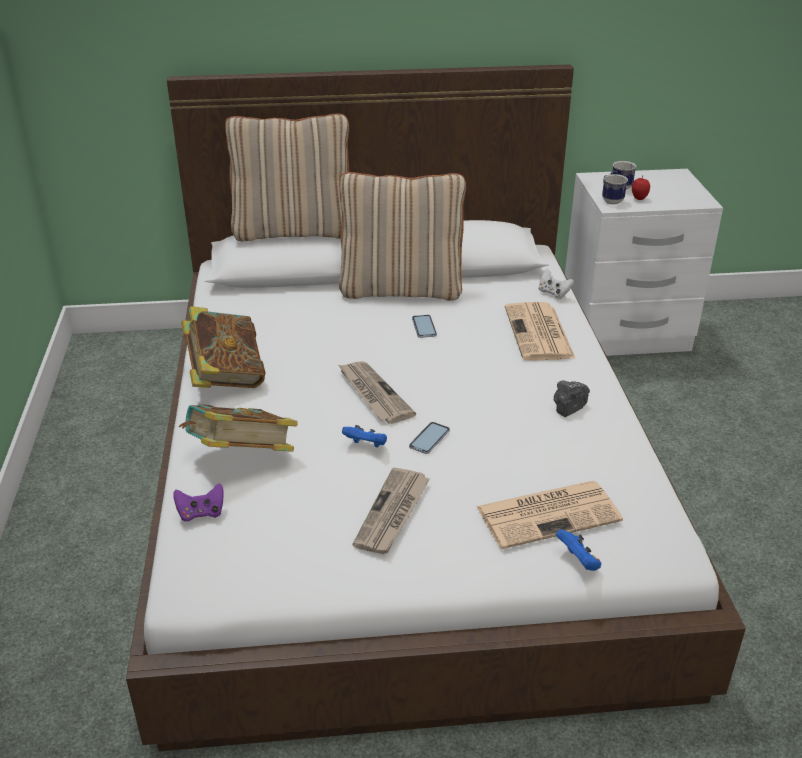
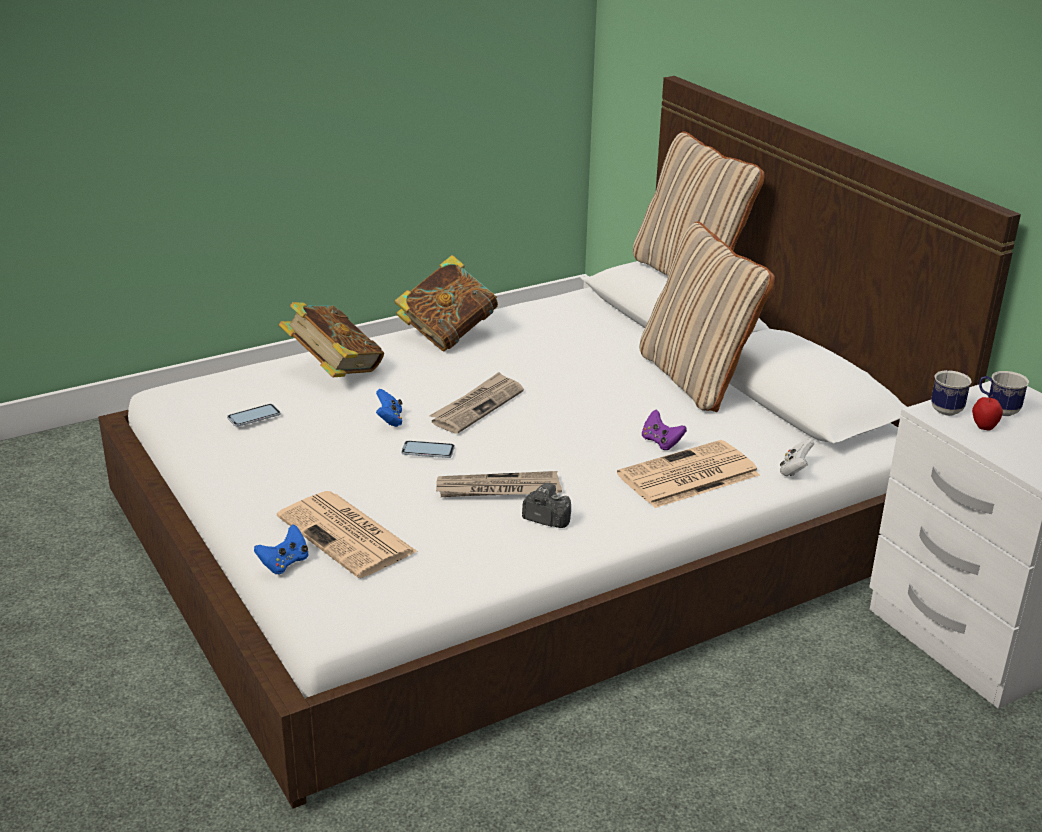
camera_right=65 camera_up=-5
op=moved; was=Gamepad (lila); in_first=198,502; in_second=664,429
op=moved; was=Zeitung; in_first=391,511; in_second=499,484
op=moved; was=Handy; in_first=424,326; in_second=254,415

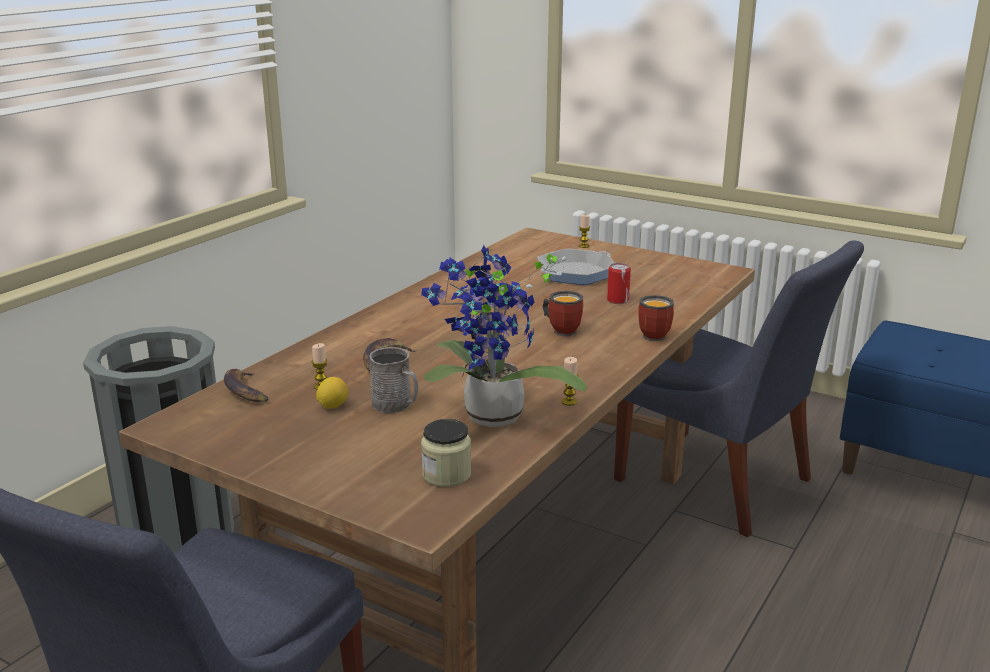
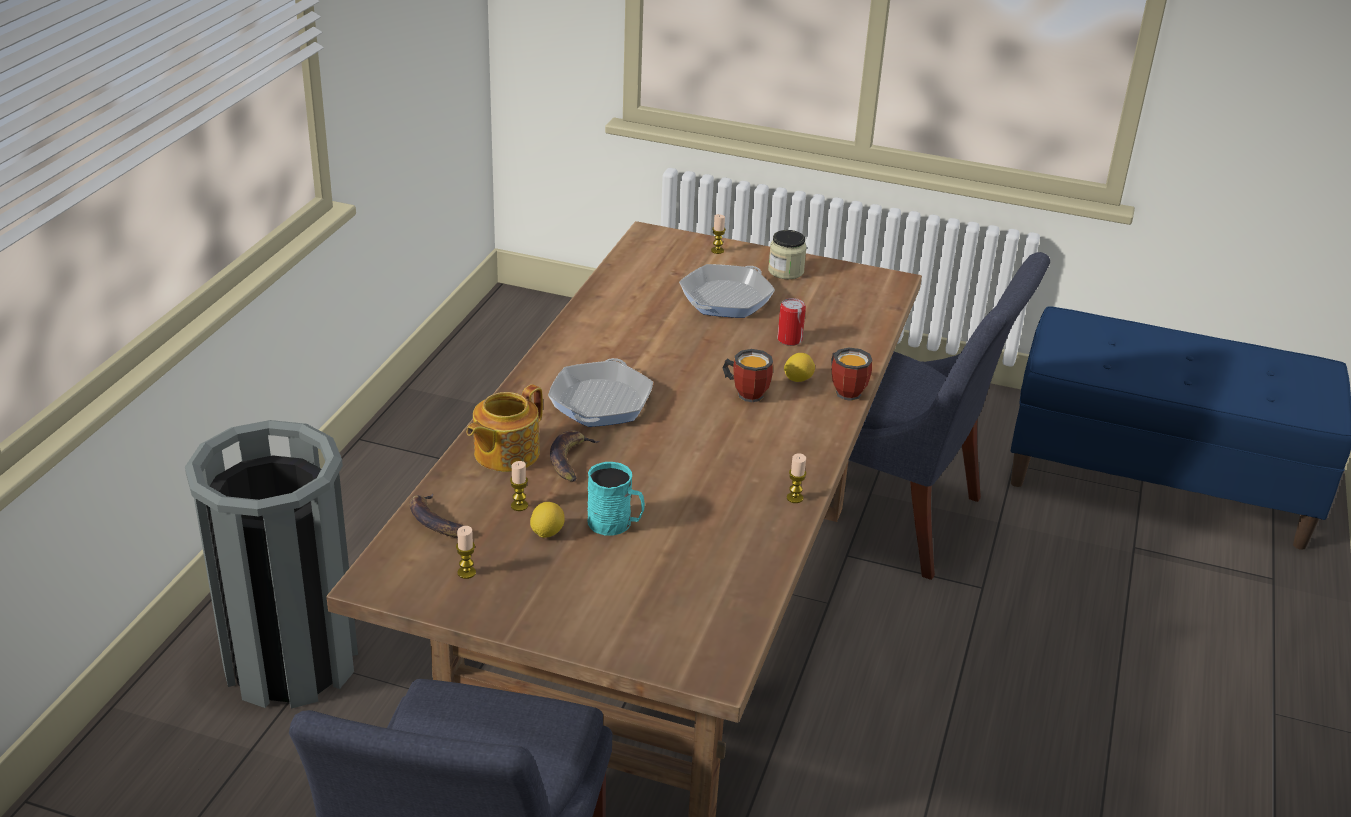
camera_right=-15 camera_up=10
op=removed; was=Topfpflanze; in_first=504,336
op=added; now=Kerze; in_second=466,552
op=added; now=Teekanne; in_second=505,428
op=added; now=Pfanne; in_second=600,392
op=added; now=Zitrone; in_second=799,367
op=moved; was=Vorratsglas; in_first=446,453; in_second=787,254
op=recoloured; was=Henkelbecher (grau); now=Henkelbecher (türkis); in_first=394,380; in_second=616,499

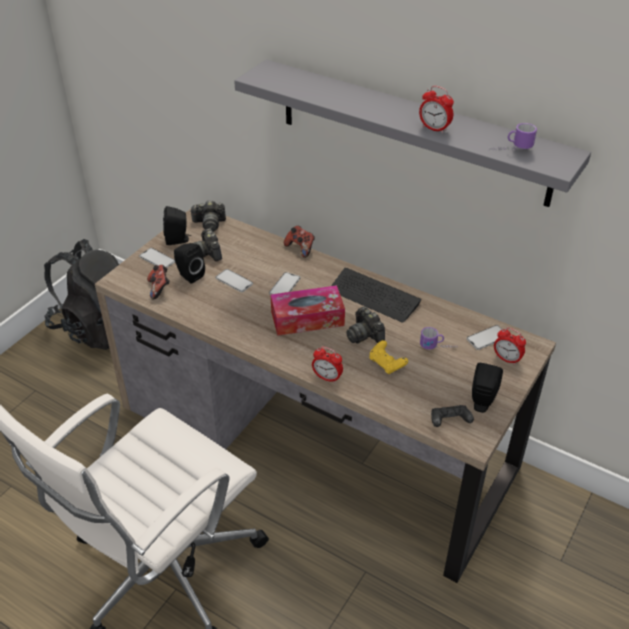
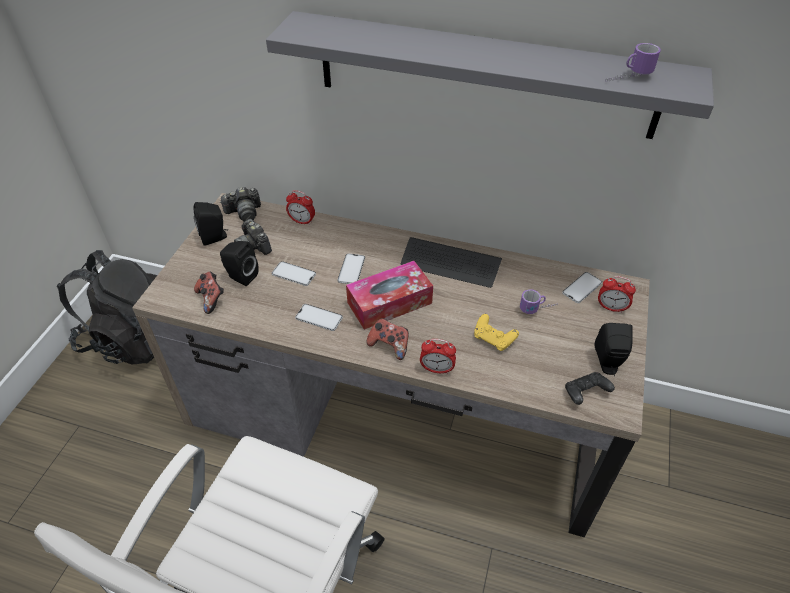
camera_right=-15 camera_up=5
op=removed; was=Kamera; in_first=365,324
op=moved; was=Handy; in_first=157,258; in_second=319,317
op=moved; was=Gamepad; in_first=299,242; in_second=387,339
op=moved; was=Wecker; in_first=436,110; in_second=300,207

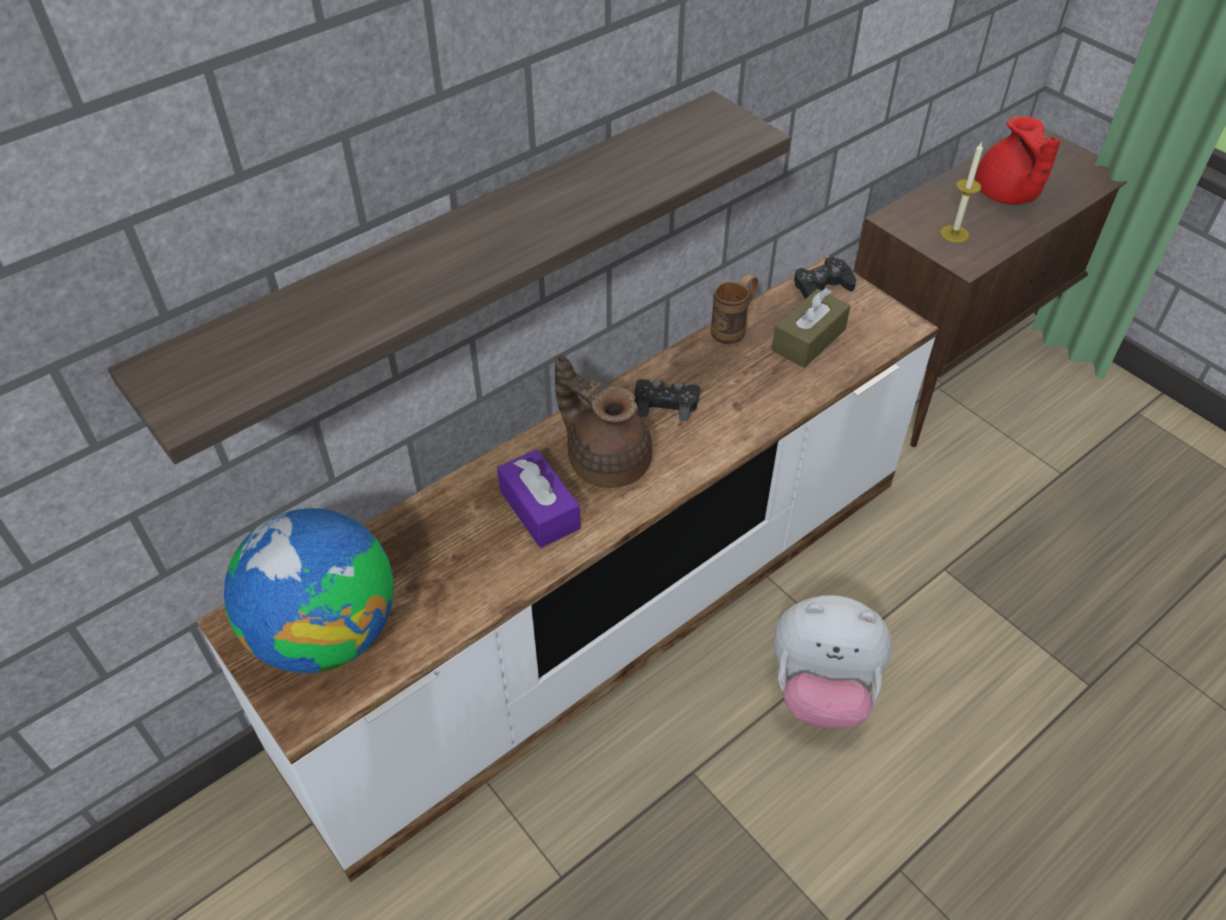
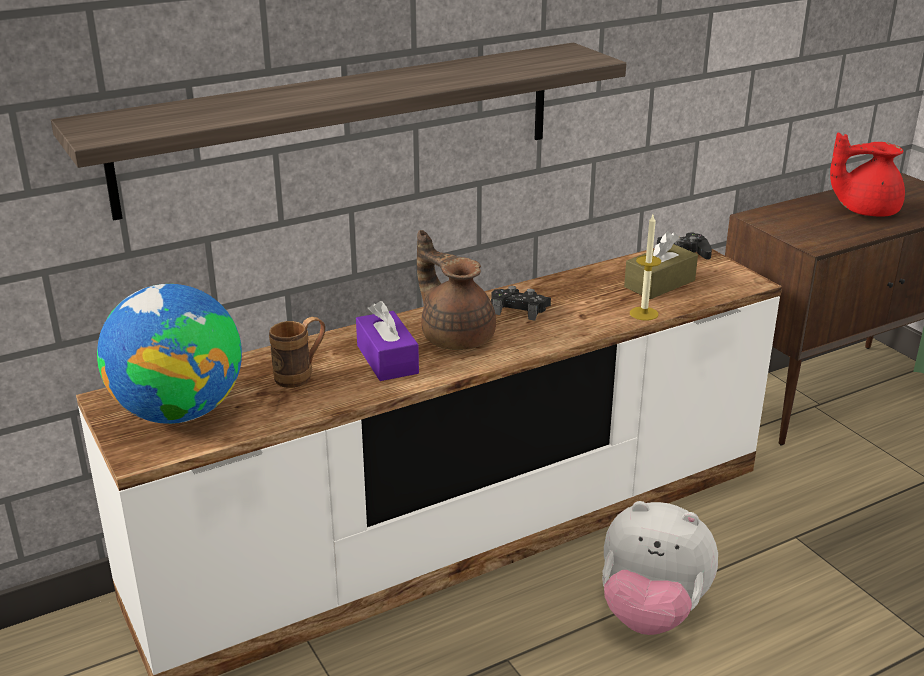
camera_right=10 camera_up=-20
op=moved; was=Henkelbecher (braun); in_first=734,309; in_second=297,352
op=moved; was=Kerze; in_first=961,192; in_second=645,268
op=turned; was=Teekanne (rot); in_first=1017,160; in_second=867,174; clockwise=90

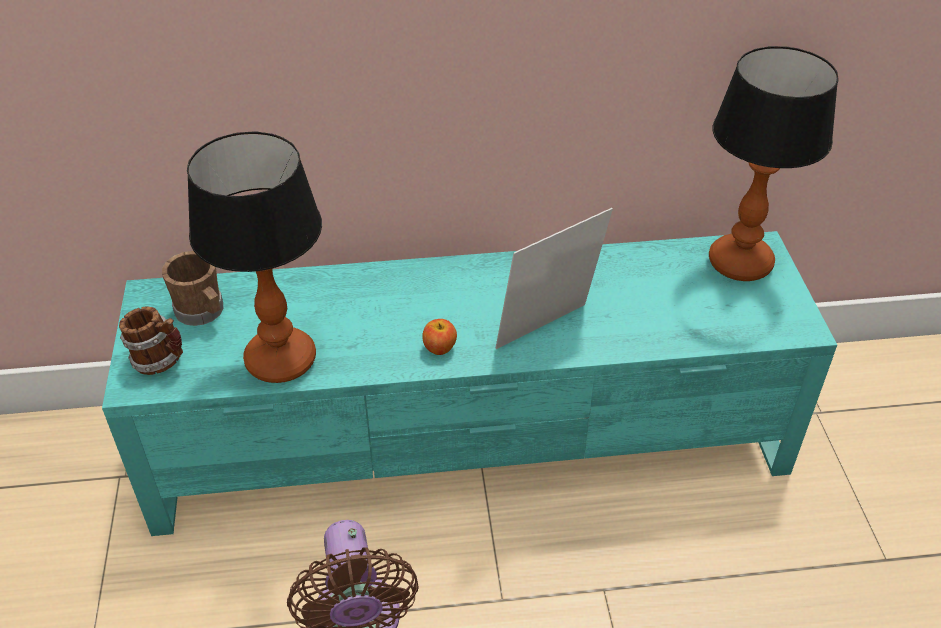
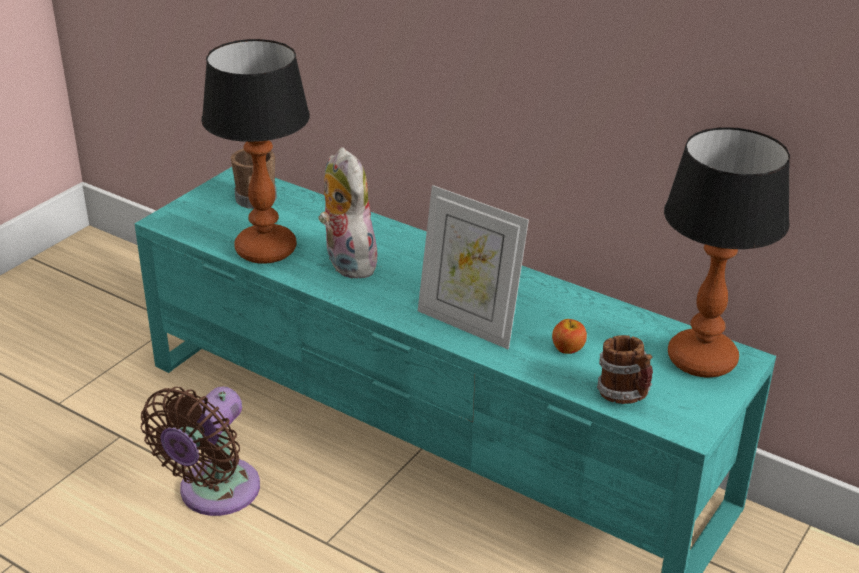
camera_right=40 camera_up=-10
op=added; now=Plüschtier; in_second=347,213
op=moved; was=Henkelbecher; in_first=151,340; in_second=625,369
op=moved; was=Apfel; in_first=439,337; in_second=569,336
op=turned; was=Bilderrahmen; in_first=554,278; in_second=473,267; clockwise=-150

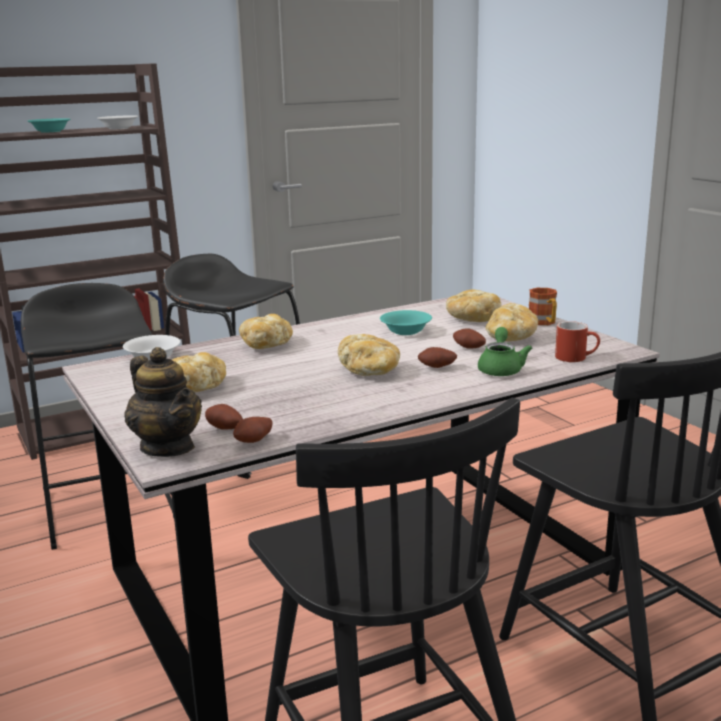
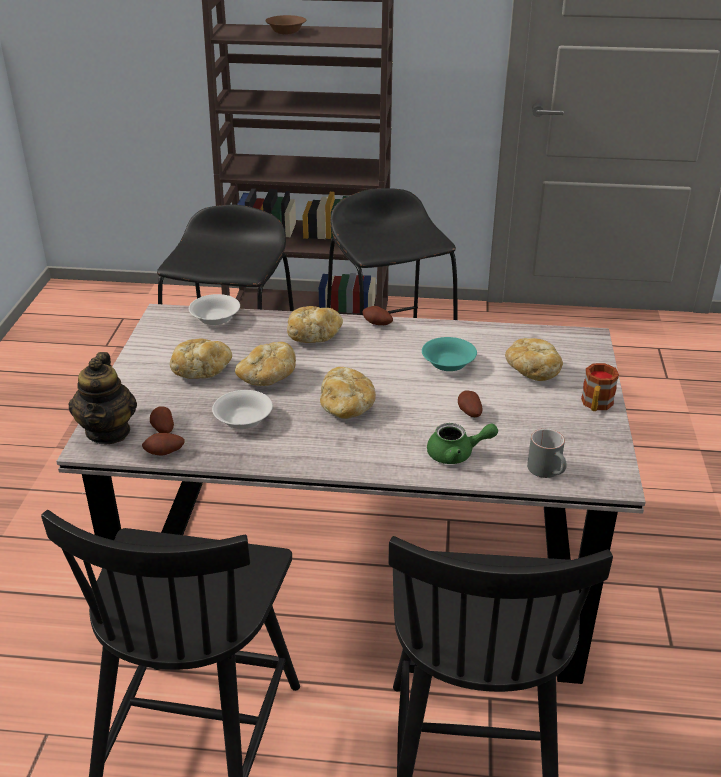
camera_right=35 camera_up=15
op=moved; was=Schüssel (weiß); in_first=117,122; in_second=242,409
op=moved; was=Kartoffel; in_first=437,357; in_second=378,315
op=moved; was=Brot; in_first=512,322; in_second=265,364
op=recoloured; was=Schüssel (türkis); now=Schüssel (braun); in_first=49,125; in_second=285,24
op=recoloured; was=Henkelbecher (rot); now=Henkelbecher (grau); in_first=577,341; in_second=547,453
op=turned; was=Teekanne (grün); in_first=505,351; in_second=462,443; clockwise=45

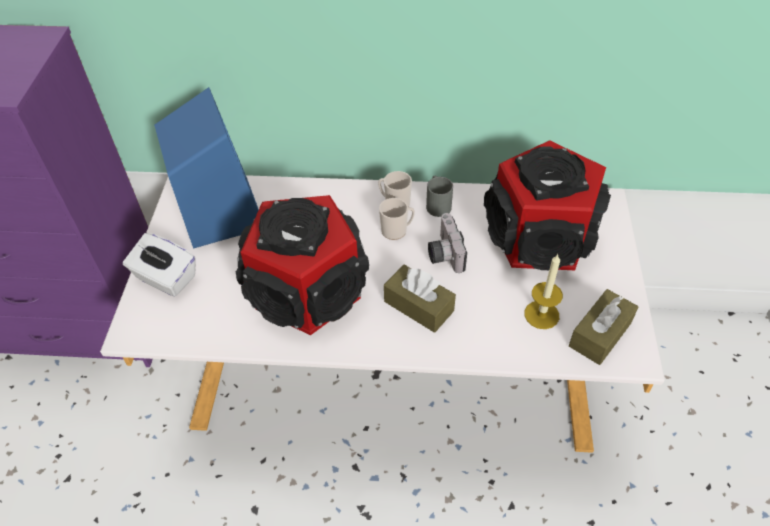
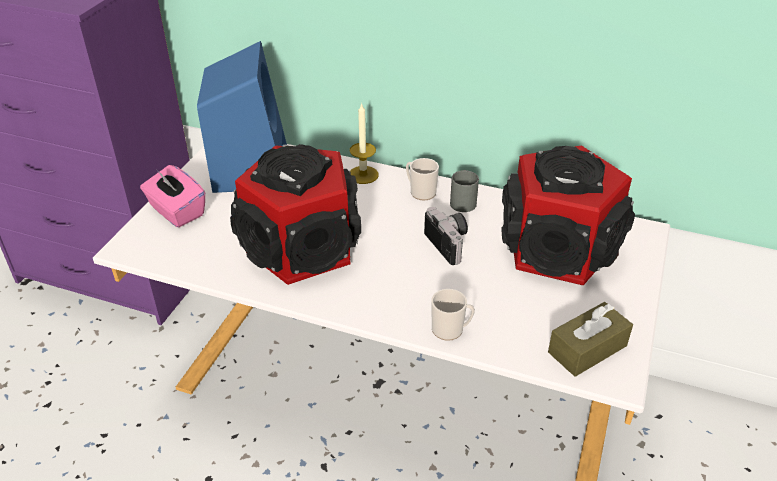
camera_right=15 camera_up=-10
op=removed; was=Taschentuchbox (braun); in_first=420,299
op=moved; was=Henkelbecher; in_first=397,219; in_second=453,315
op=moved; was=Kerze; in_first=543,291; in_second=364,143
op=recoloured; was=Taschentuchbox (weiß); now=Taschentuchbox (rosa); in_first=159,265; in_second=172,196
op=turned; was=Kamera; in_first=447,243; in_second=446,236; clockwise=150

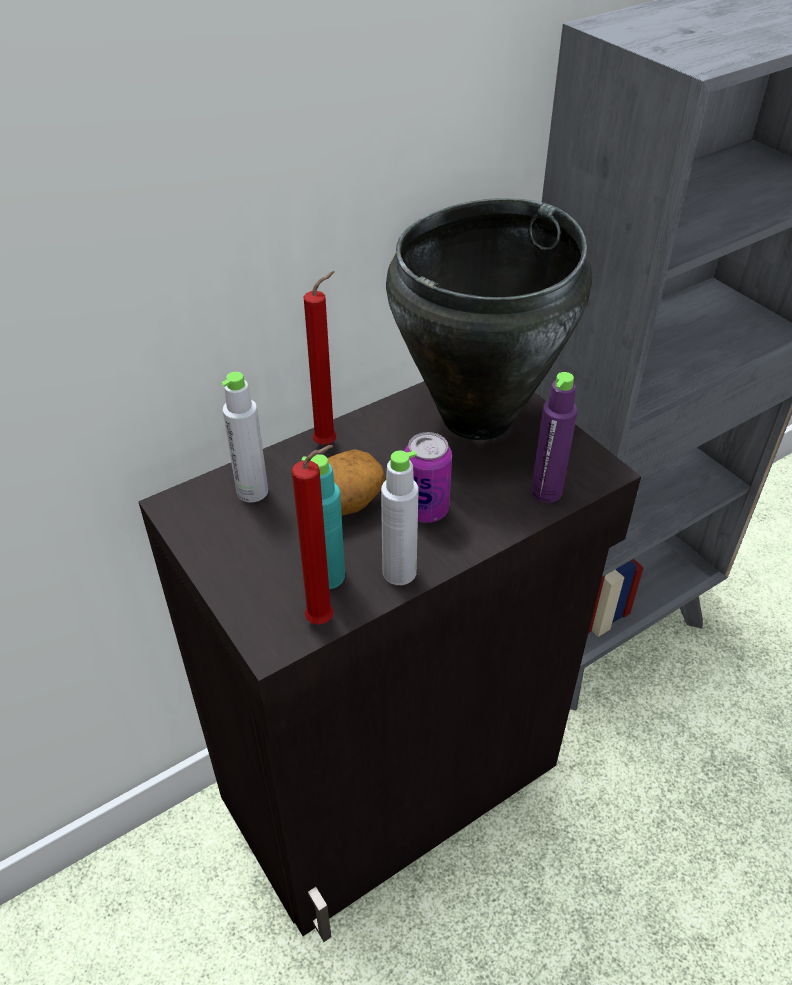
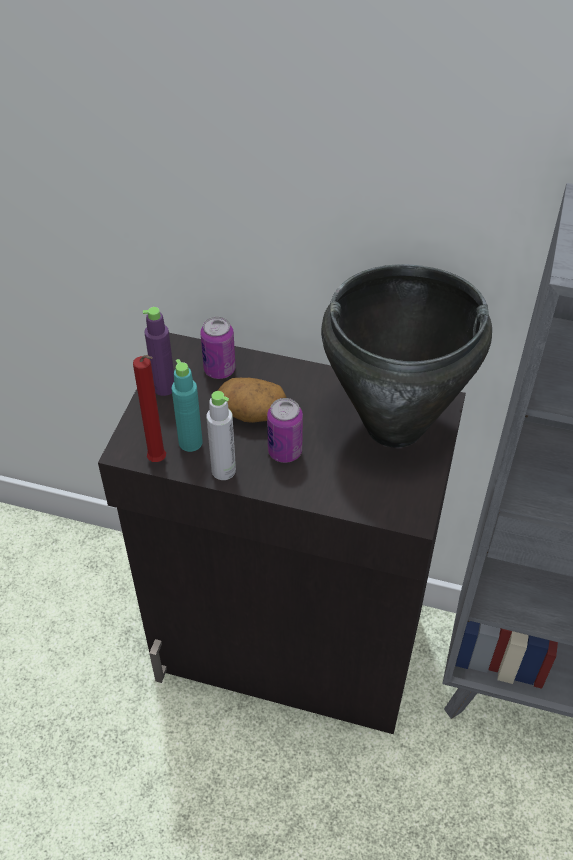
camera_right=50 camera_up=5
op=removed; was=Kerze (rot); in_first=320,358
op=moved; was=Flasche (lila); in_first=554,437; in_second=158,351
op=replaced; was=Flasche (grau); now=Dose; in_first=244,437; in_second=218,348

